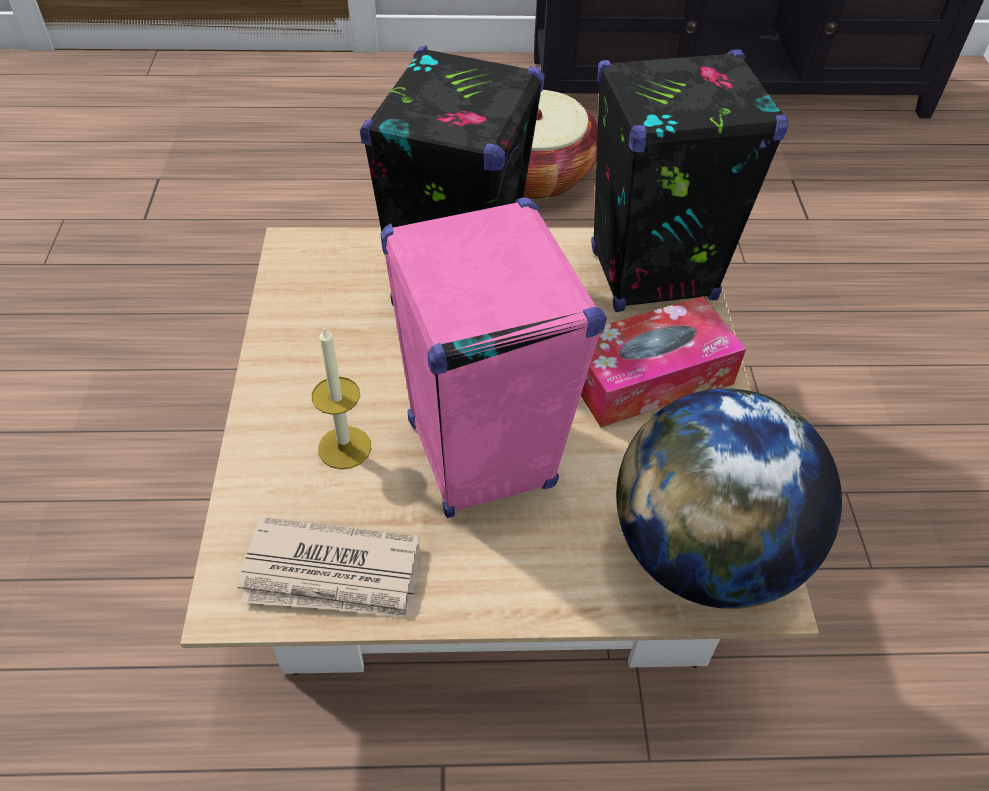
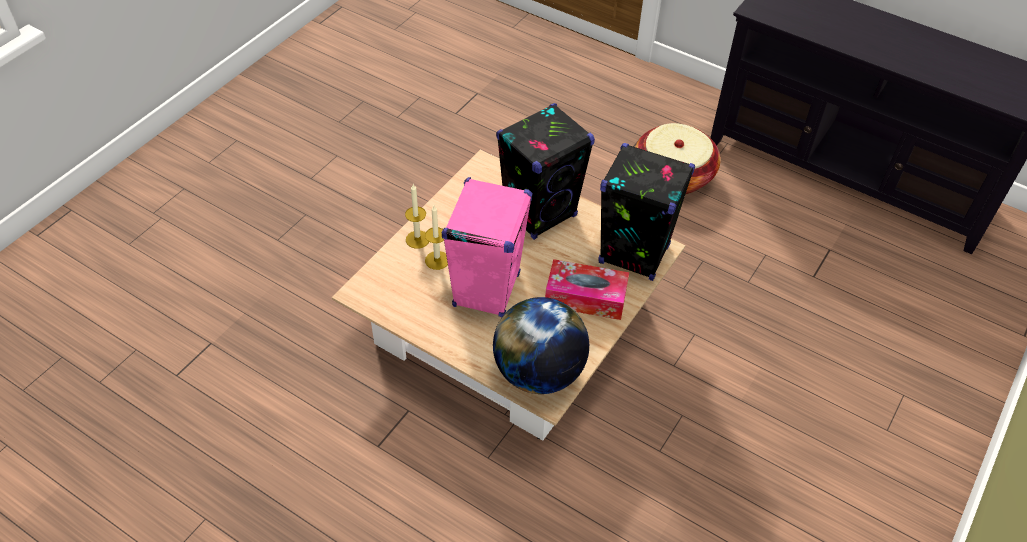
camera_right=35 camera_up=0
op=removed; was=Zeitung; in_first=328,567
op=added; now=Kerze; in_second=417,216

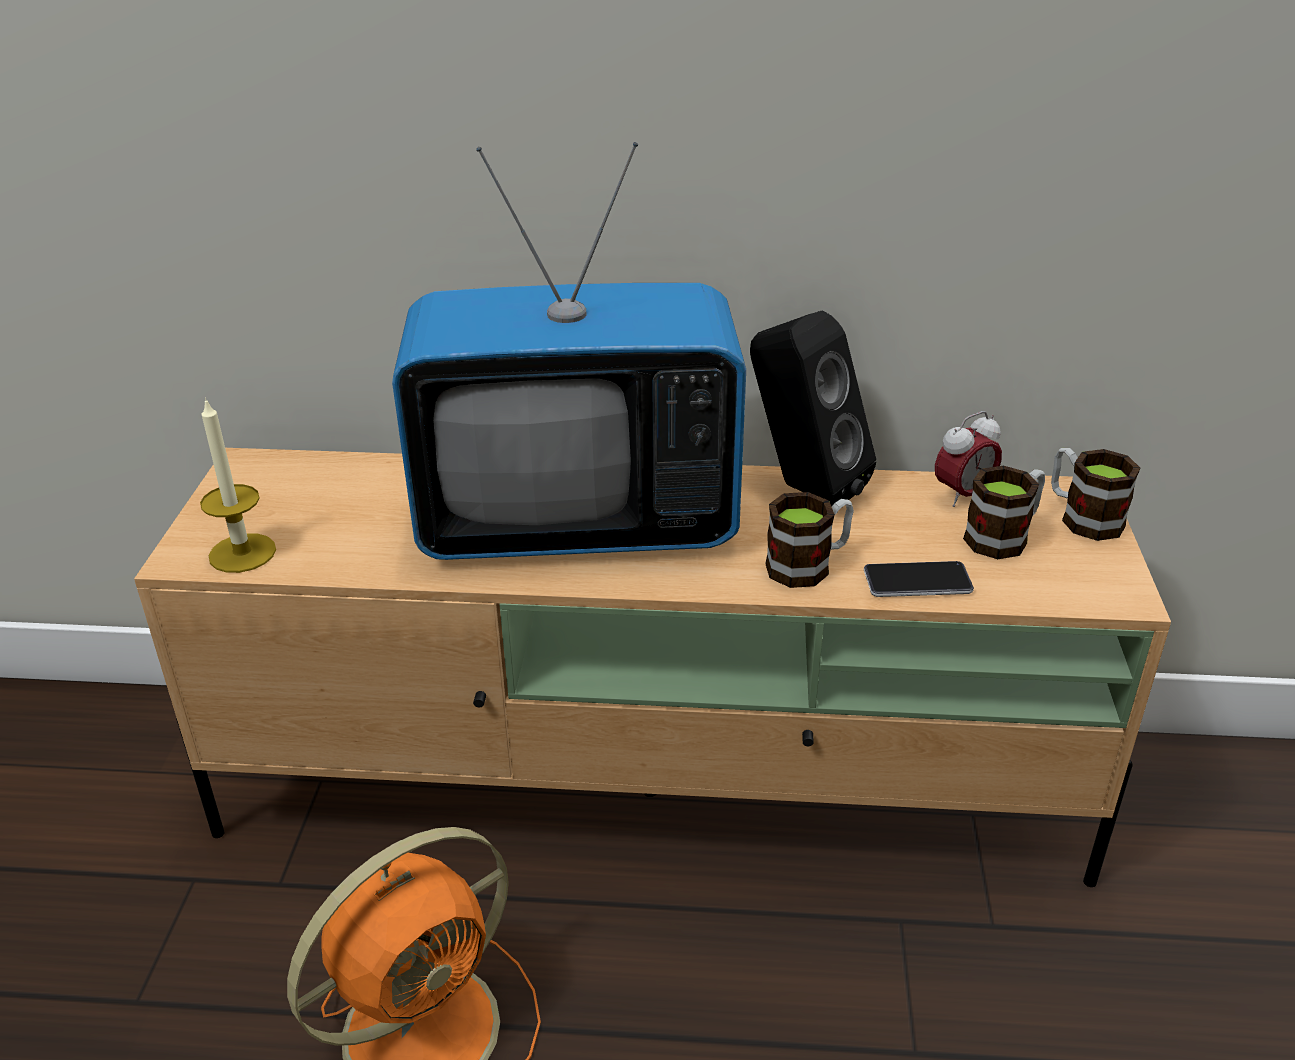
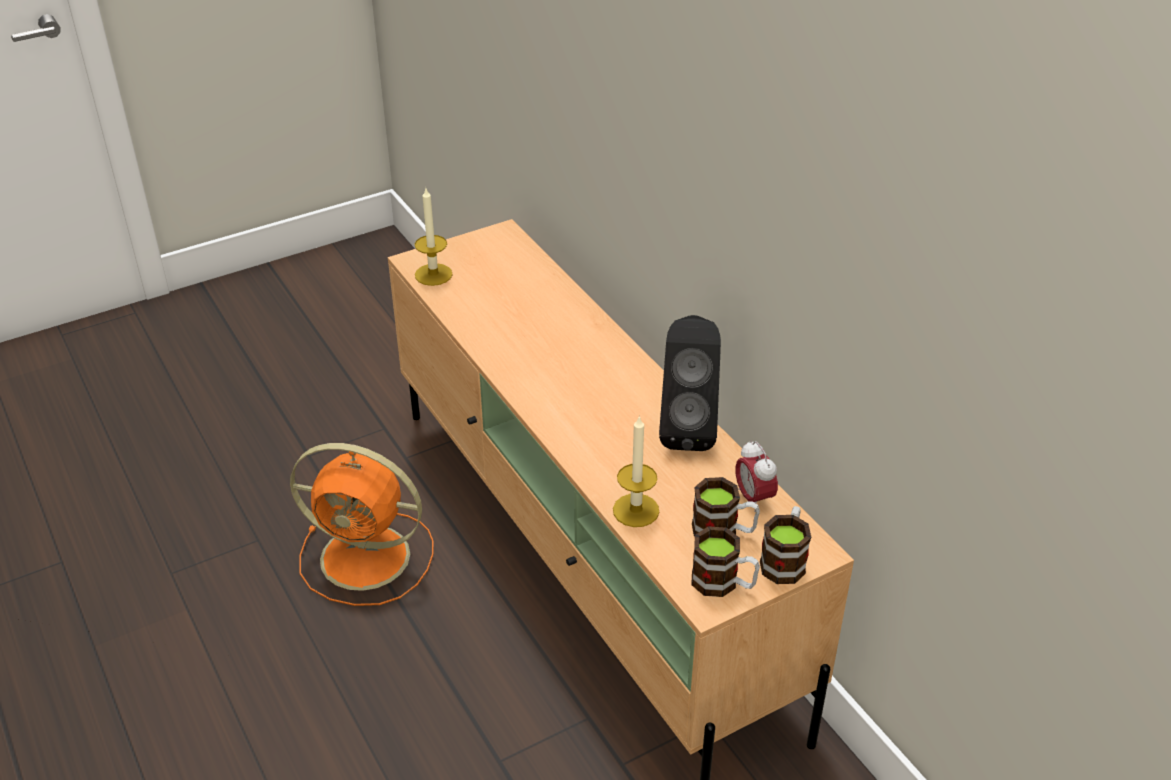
camera_right=55 camera_up=5
op=removed; was=Fernseher; in_first=569,351
op=moved; was=Henkelbecher; in_first=809,540; in_second=725,561
op=replaced; was=Handy; now=Kerze; in_first=919,579; in_second=636,471
op=turned; was=Wecker; in_first=968,459; in_second=756,476; clockwise=45

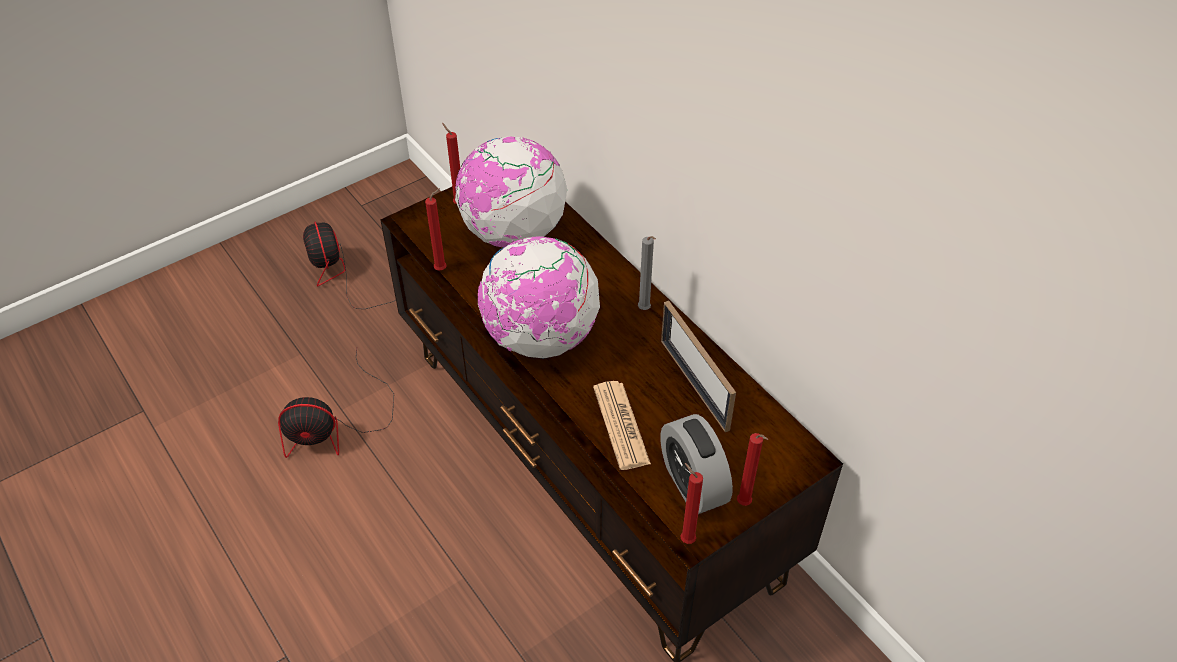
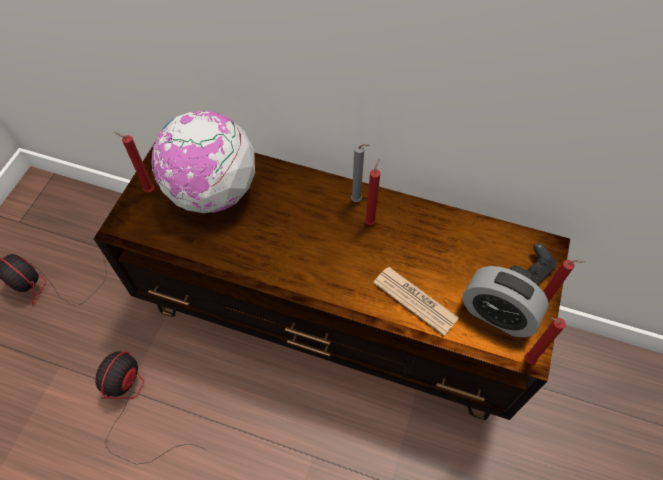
camera_right=-35 camera_up=10
op=removed; was=Globus; in_first=539,297
op=removed; was=Bilderrahmen; in_first=698,366
op=added; now=Gamepad (schwarz); in_second=533,264
op=moved; was=Kerze (rot); in_first=436,229; in_second=372,192
op=turned; was=Ventilator; in_first=336,403; in_second=151,408; clockwise=150

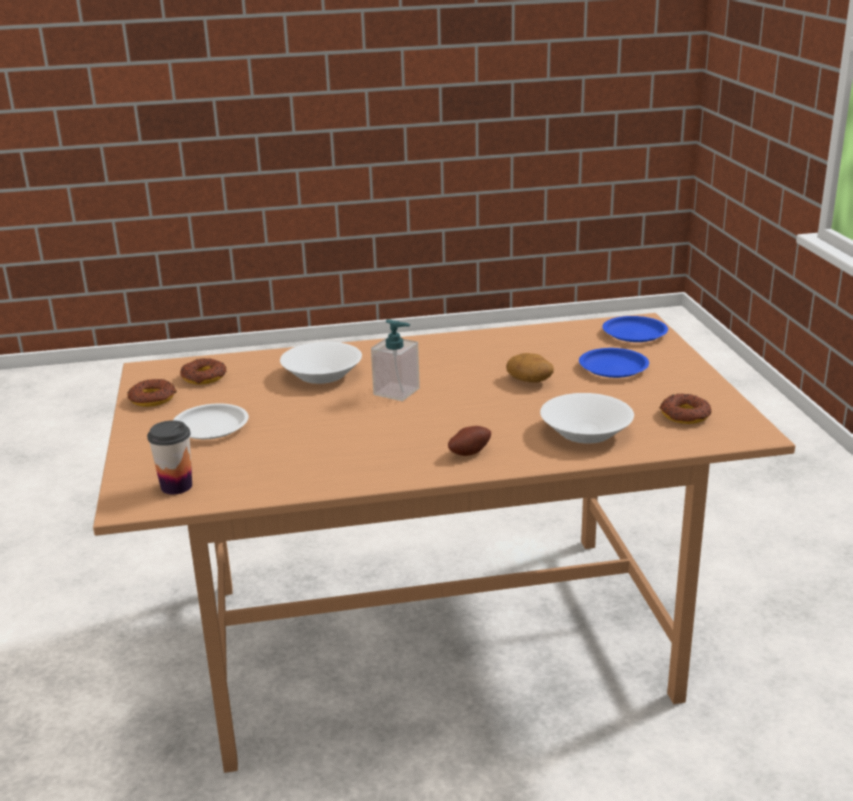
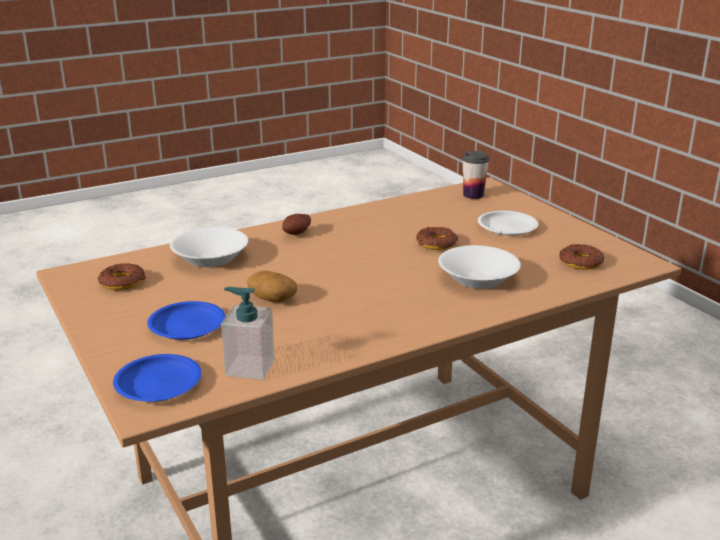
camera_right=160 camera_up=0
op=moved; was=Donut; in_first=151,393; in_second=437,238
op=moved; was=Seifenspender; in_first=395,360; in_second=248,333

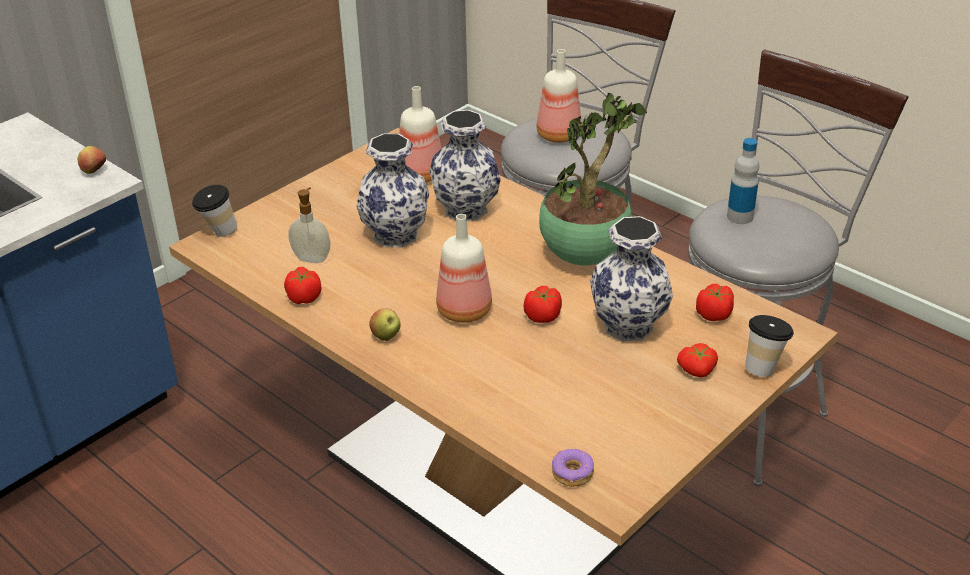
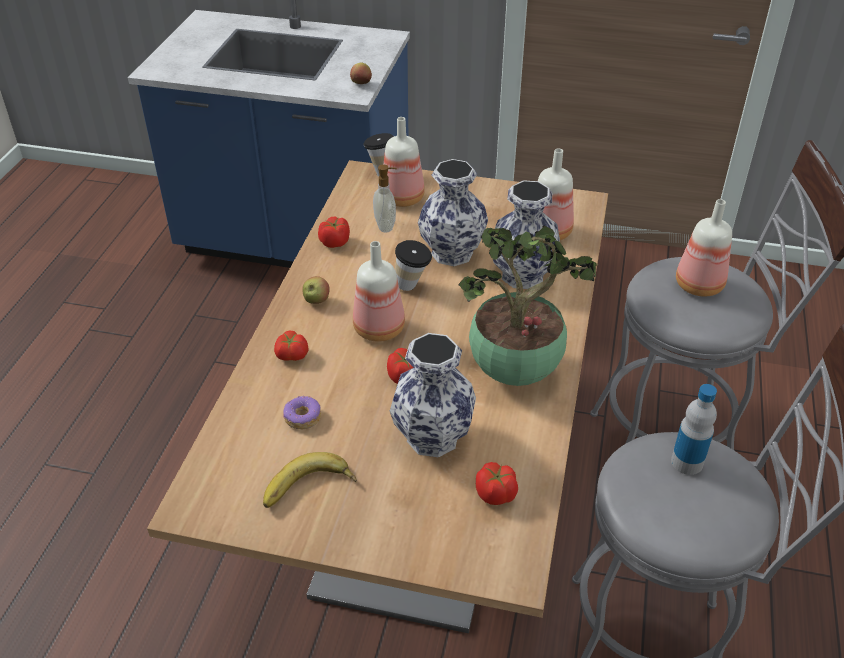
camera_right=60 camera_up=5
op=added; now=Banane; in_second=310,480
op=added; now=Flasche; in_second=404,162
op=moved; was=Donut; in_first=573,468; in_second=302,412
op=moved; was=Tomate; in_first=697,360; in_second=291,345
op=moved; was=Tasse; in_first=769,346; in_second=413,265

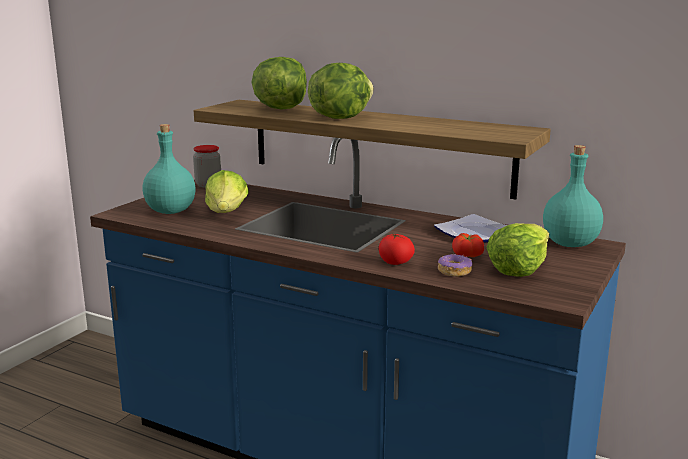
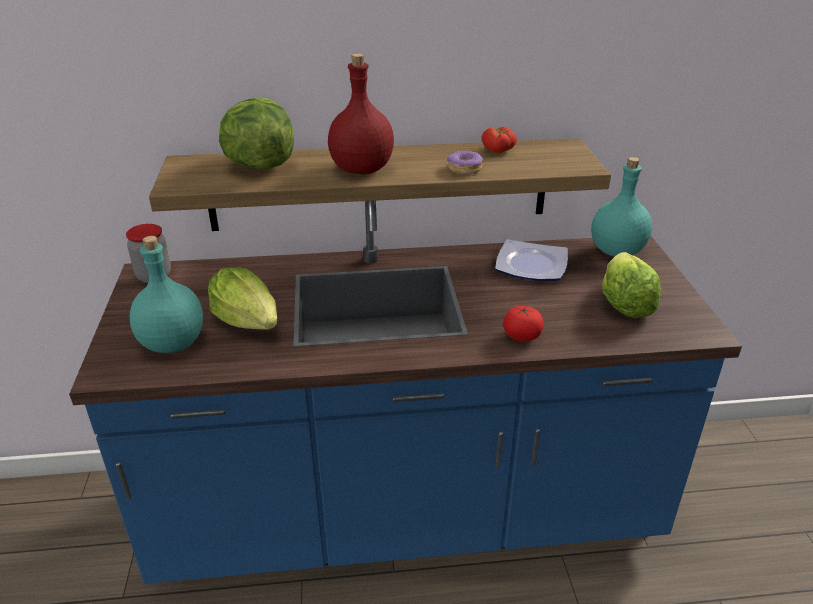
camera_right=-35 camera_up=15
op=moved; was=Donut; in_first=455,265; in_second=465,162
op=moved; was=Tomate; in_first=468,245; in_second=499,140
op=replaced; was=Salatkopf; now=Flasche (rot); in_first=341,91; in_second=361,113

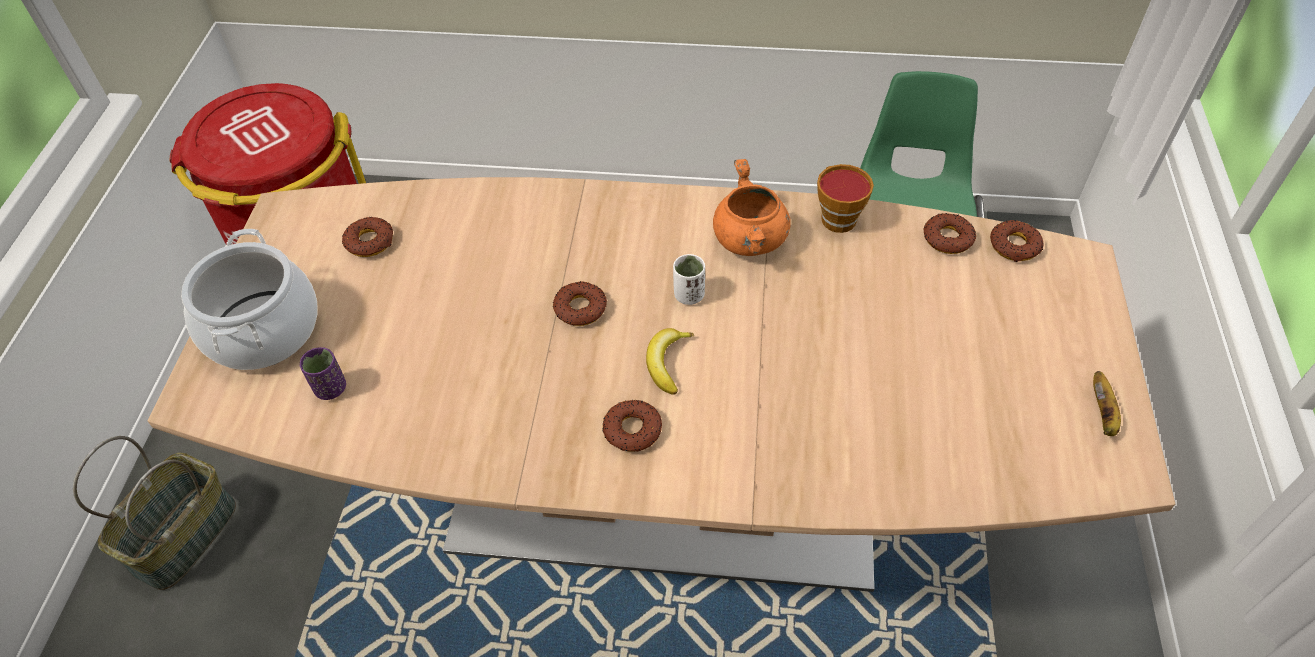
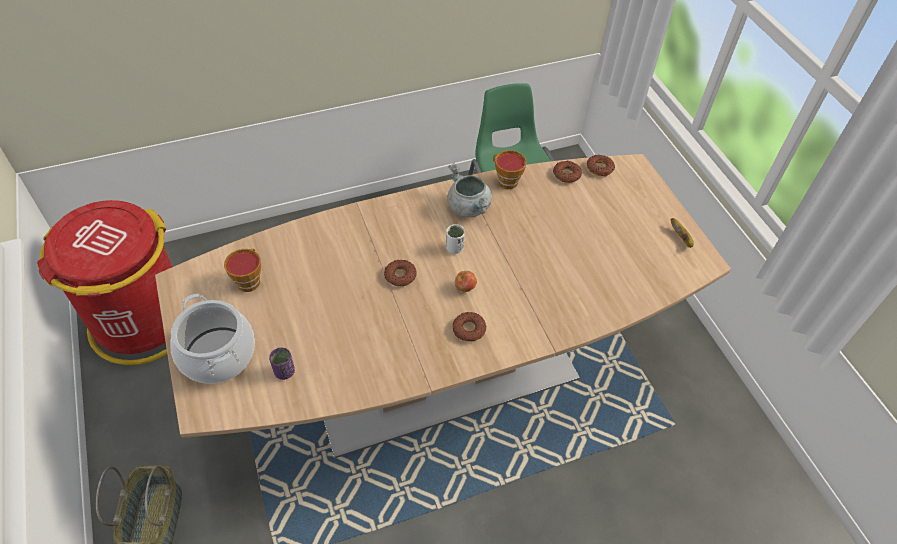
camera_right=-30 camera_up=0
op=replaced; was=Donut; now=Tasse; in_first=367,237; in_second=242,270
op=replaced; was=Banane; now=Apfel; in_first=670,361; in_second=466,281
op=recoloured; was=Kochtopf (orange); now=Kochtopf (grau); in_first=752,207; in_second=469,190

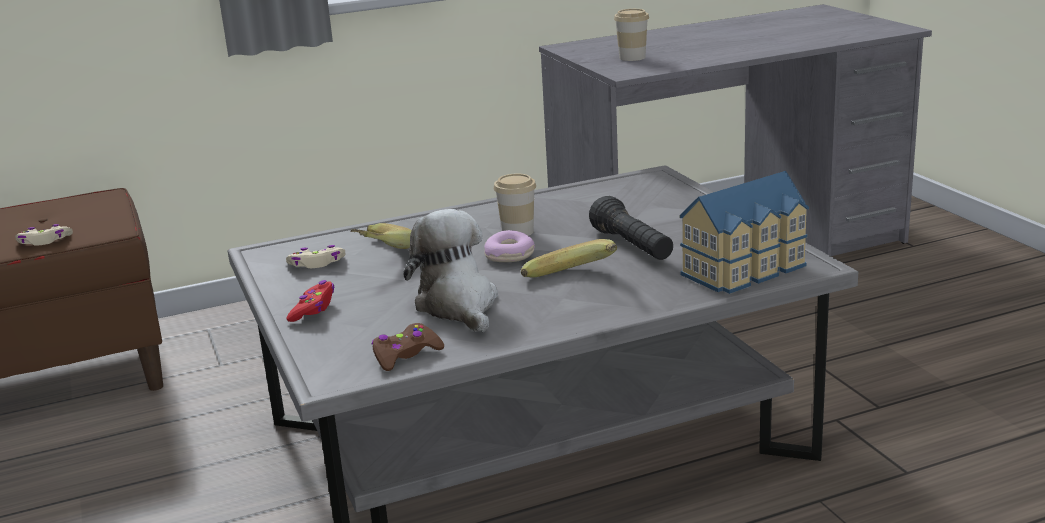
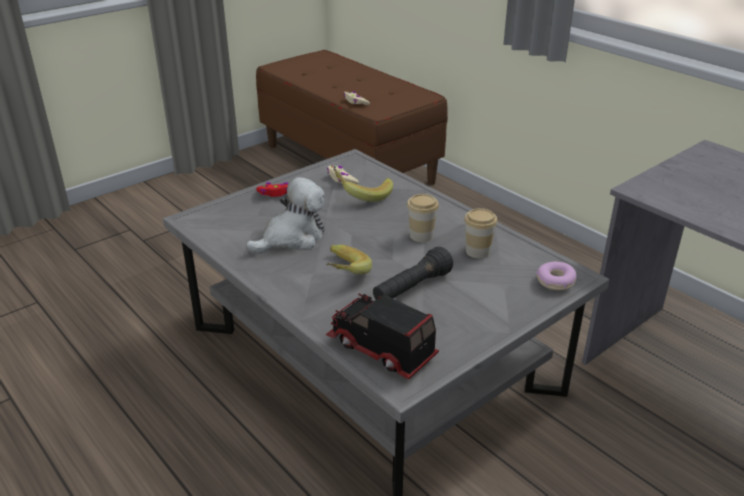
camera_right=70 camera_up=10
op=removed; was=Gamepad (braun); in_first=408,347
op=moved; was=Donut; in_first=509,246; in_second=556,276
op=moved; was=Tasse; in_first=631,35; in_second=480,233
op=replaced; was=Spielzeughaus; now=Spielzeuglaster; in_first=744,232; in_second=382,336

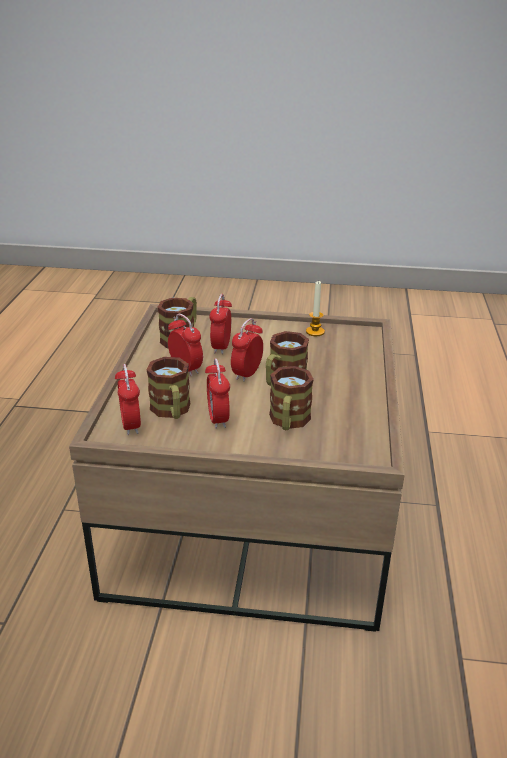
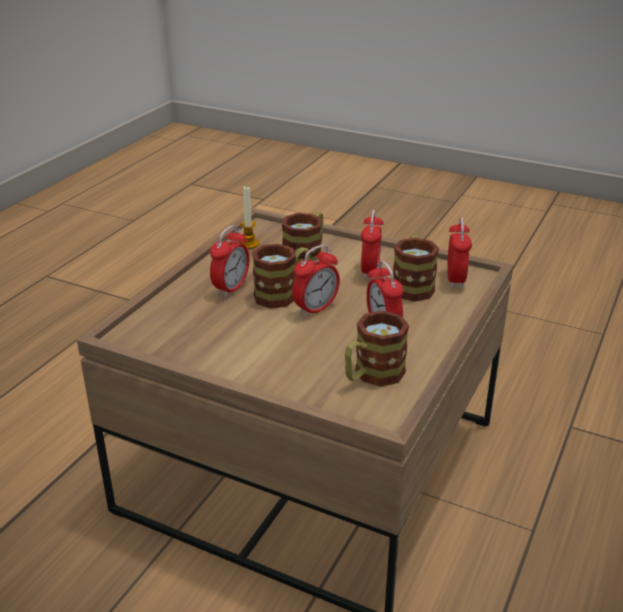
camera_right=-160 camera_up=0
op=moved; was=Wecker; in_first=220,324; in_second=229,261
op=moved; was=Kerze; in_first=315,308; in_second=249,217

